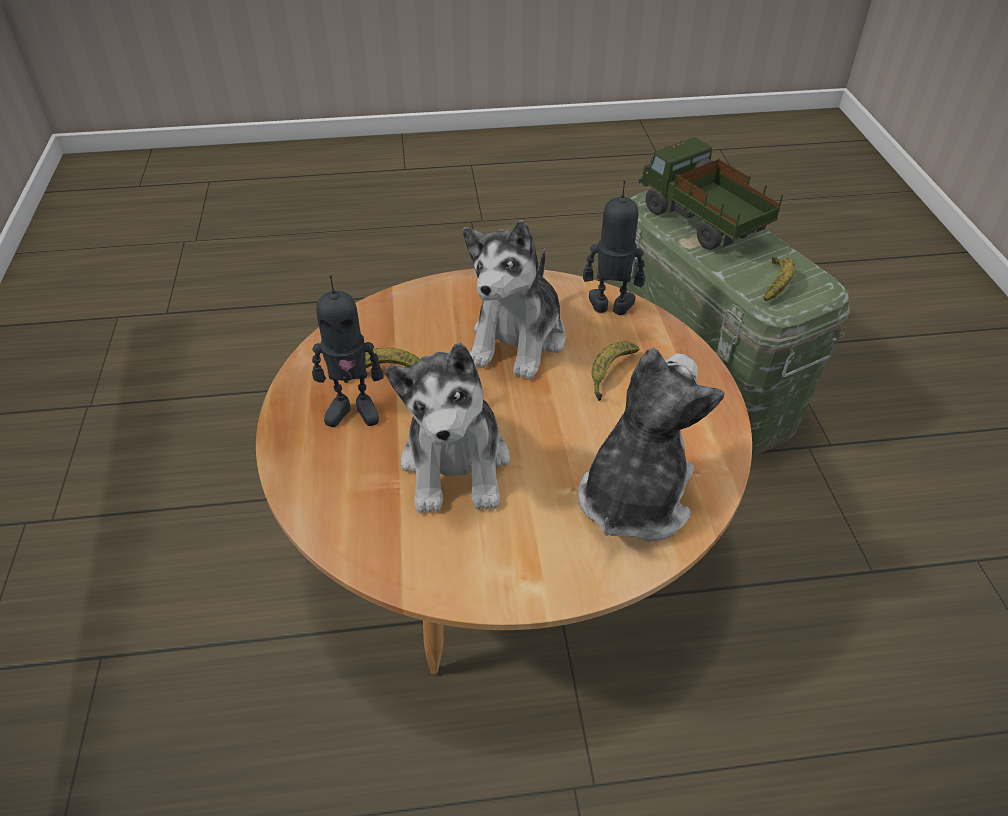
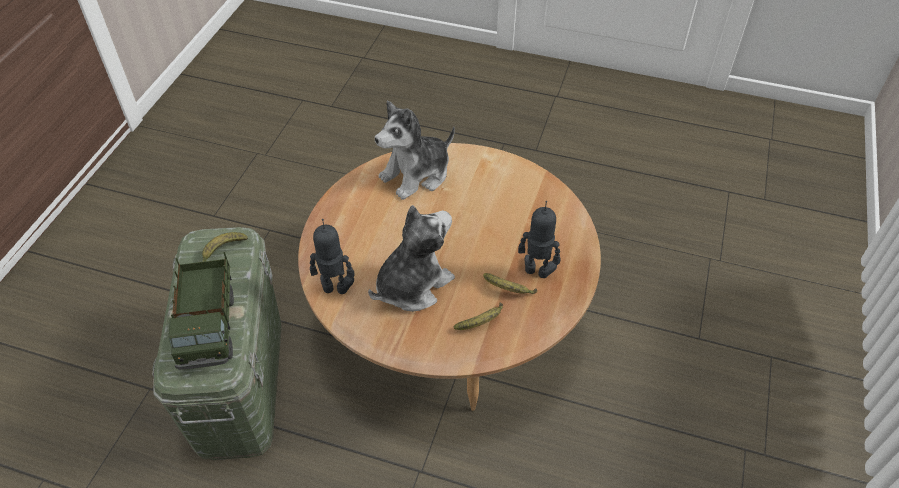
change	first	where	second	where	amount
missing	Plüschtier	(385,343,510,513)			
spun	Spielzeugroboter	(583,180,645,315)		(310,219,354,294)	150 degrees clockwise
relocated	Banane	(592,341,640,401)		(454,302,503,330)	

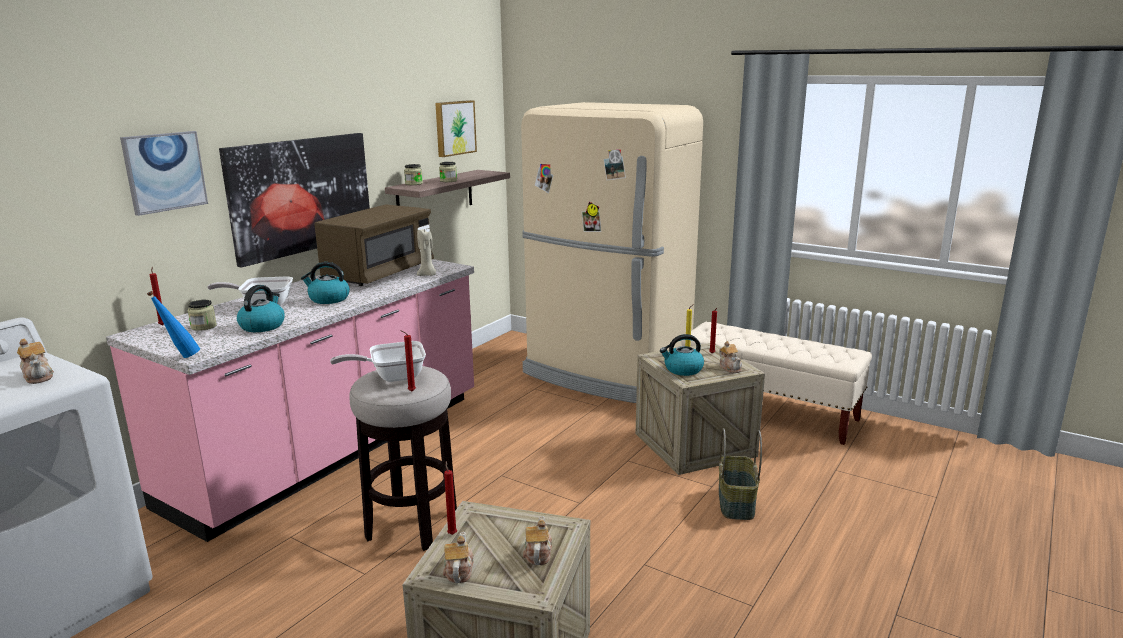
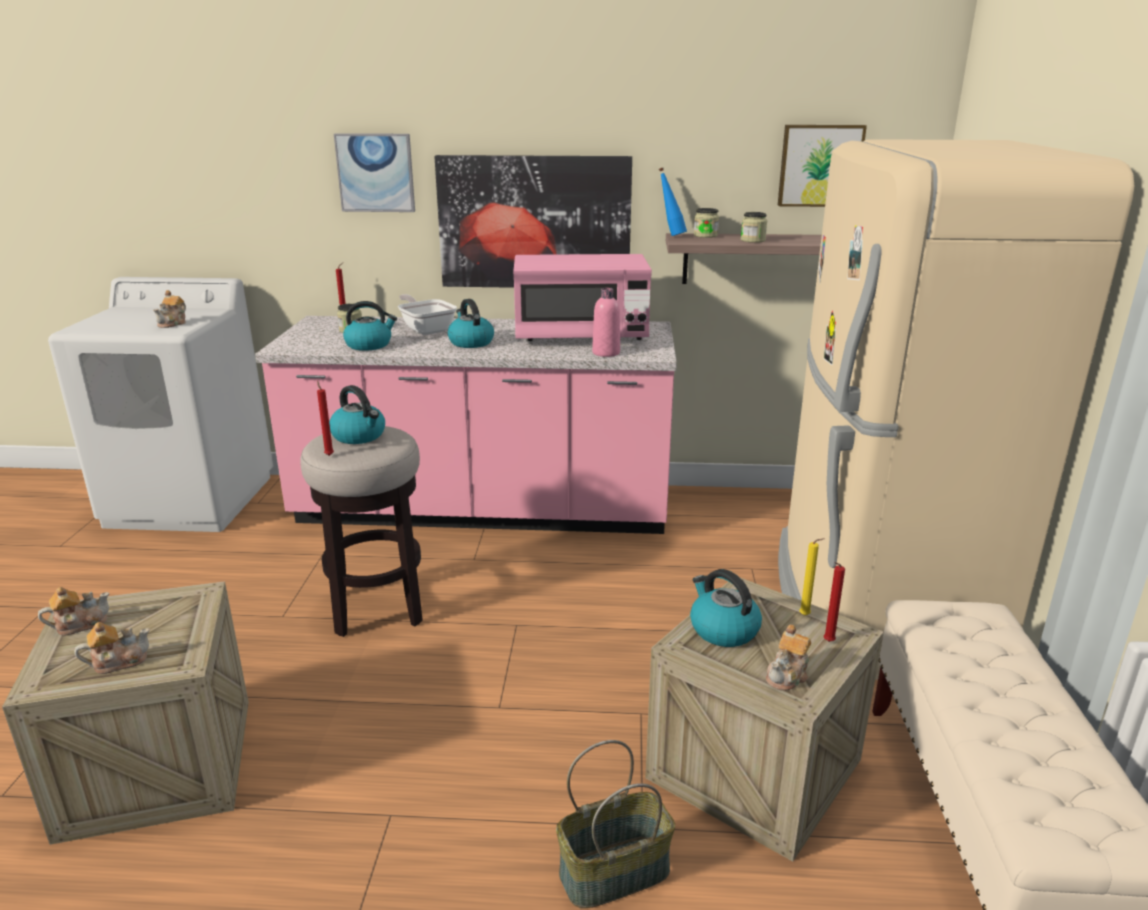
change	first	where	second	where	amount
relocated	Flasche/blau	(147,291,200,358)		(659,168,687,236)	
colour	Mikrowelle/braun	(314,205,434,286)	Mikrowelle/rosa	(514,254,652,341)	
exchanged	Pfanne	(330,341,426,382)	Wasserkessel	(329,385,385,444)	
exchanged	Kerze/beige	(417,229,436,276)	Flasche/rosa	(592,288,620,357)	
missing	Kerze/rot	(444,461,457,535)			

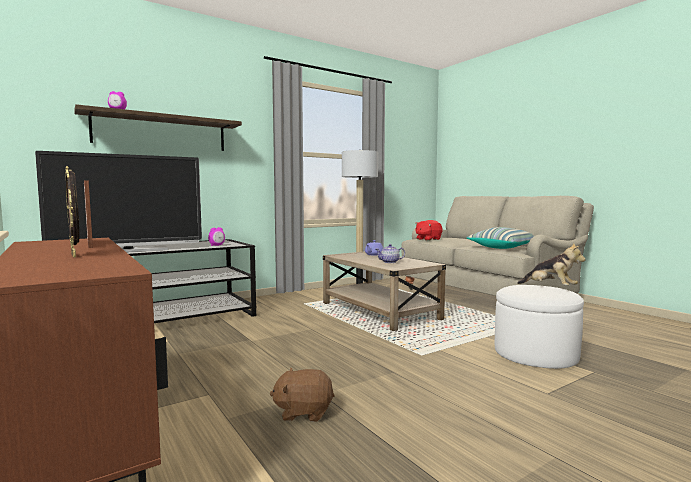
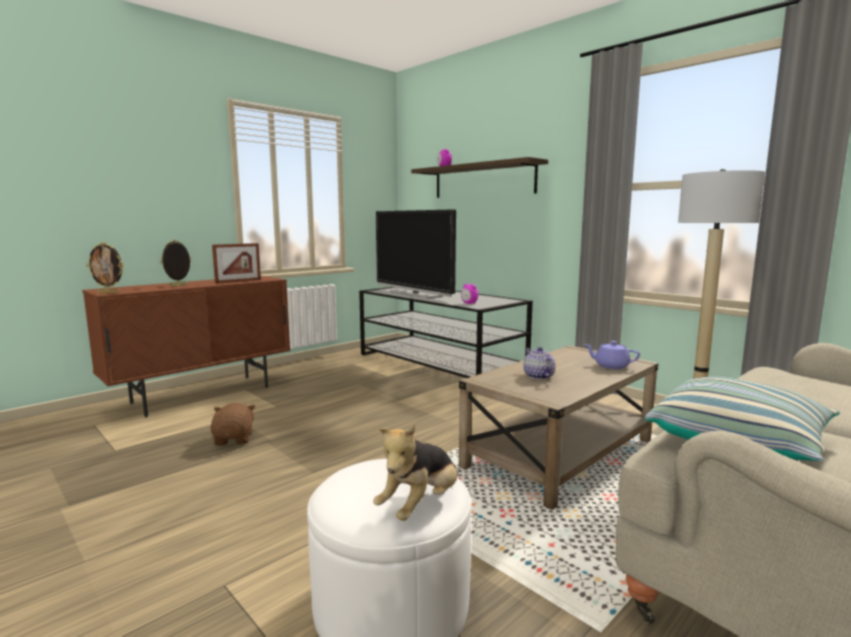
change	first	where	second	where	amount
missing	Plüschtier/rot	(415,220,443,241)			
appeared			Bilderrahmen	(86,242,124,293)	

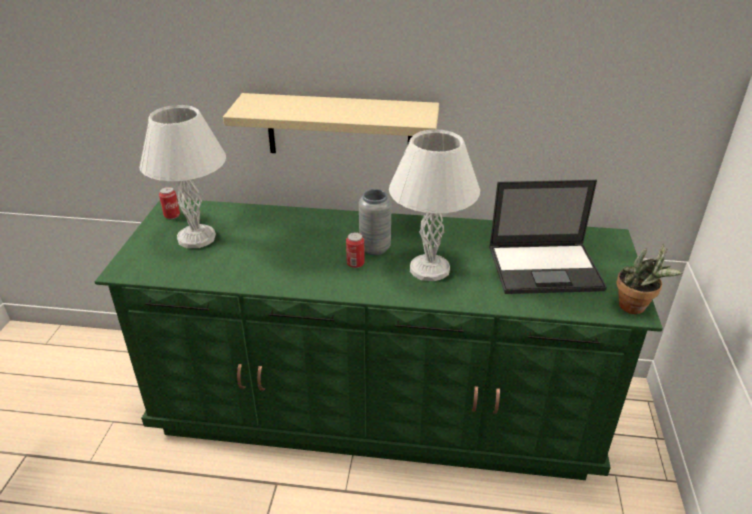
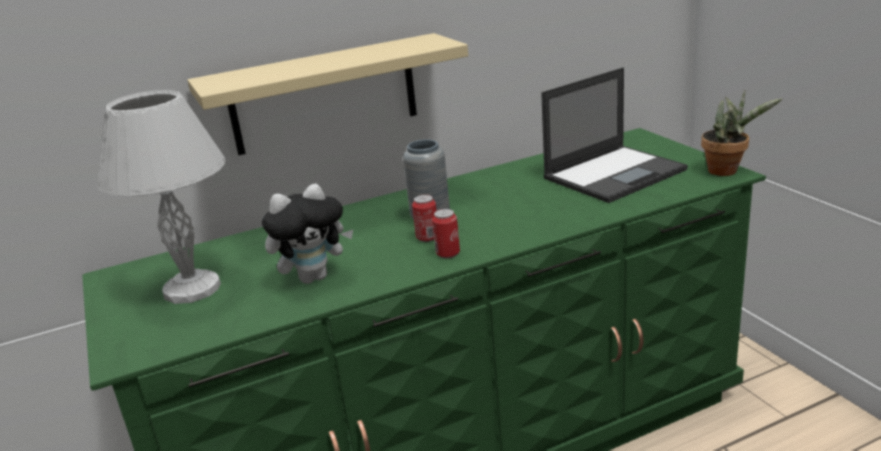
change	first	where	second	where	amount
relocated	Dose	(159,187,180,219)		(432,209,460,258)	
missing	Tischlampe/weiß	(389,130,480,281)			
appeared			Plüschtier	(262,184,353,284)	

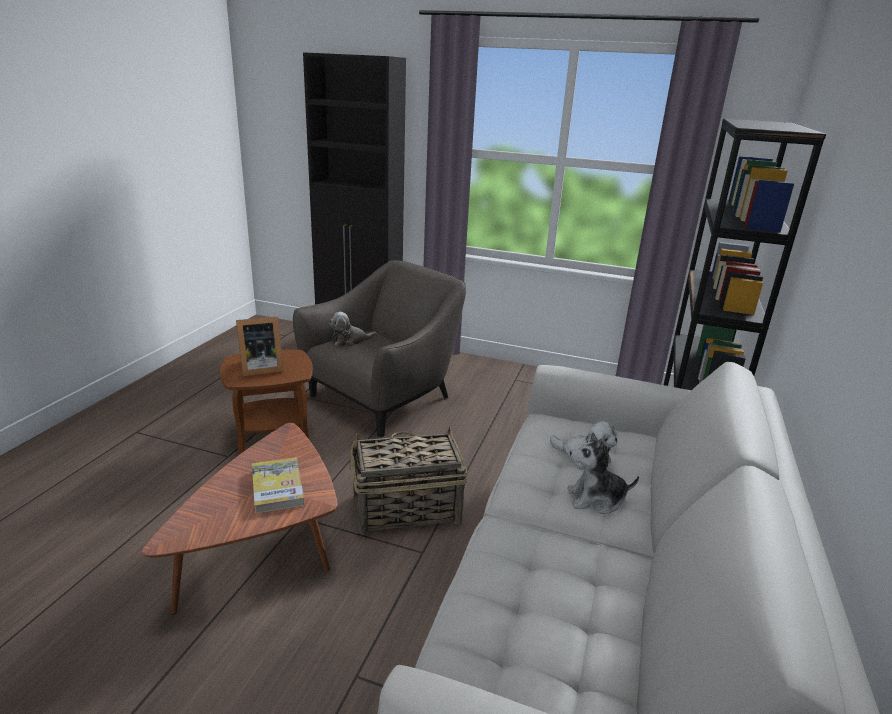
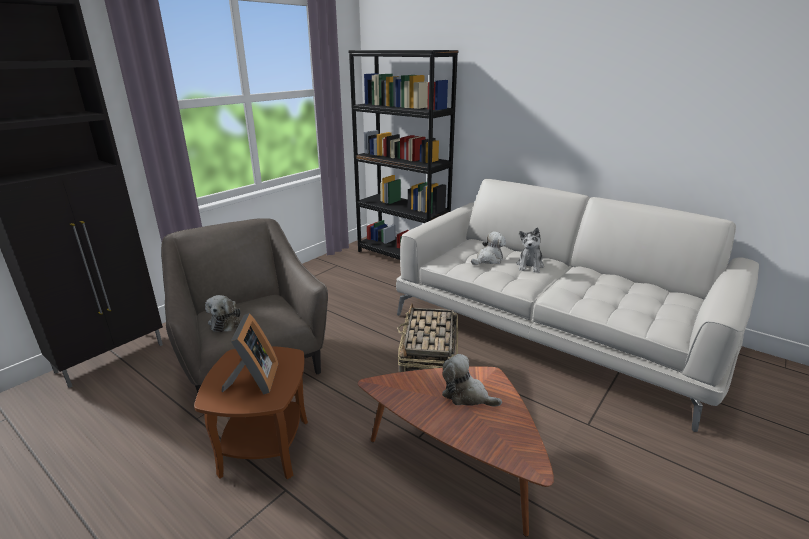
change	first	where	second	where	amount
exchanged	Buch	(252,457,305,514)	Plüschtier	(442,354,502,407)	

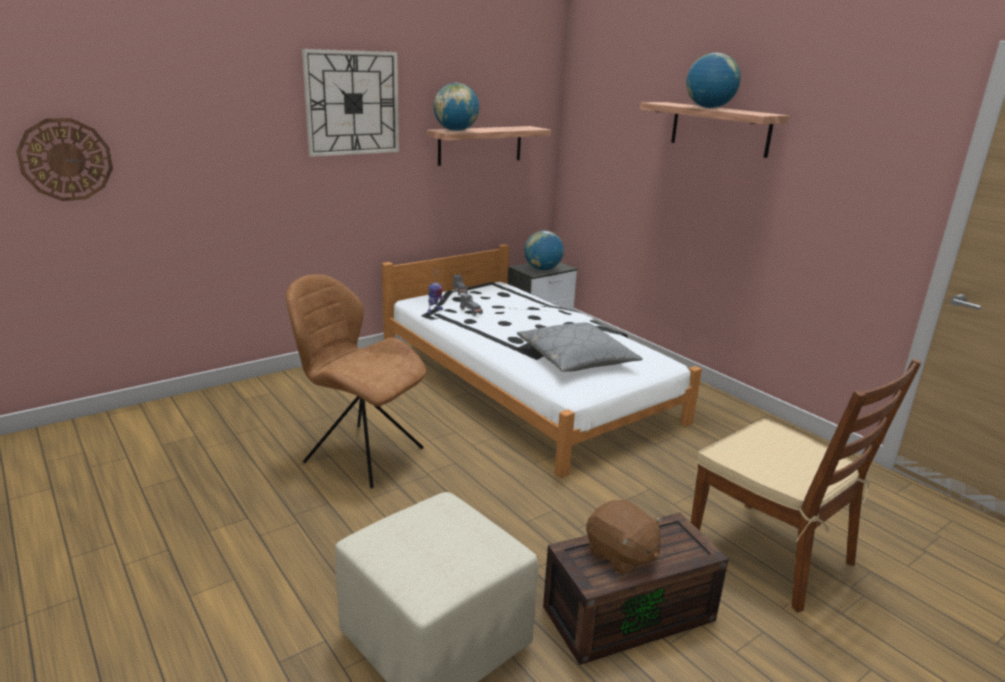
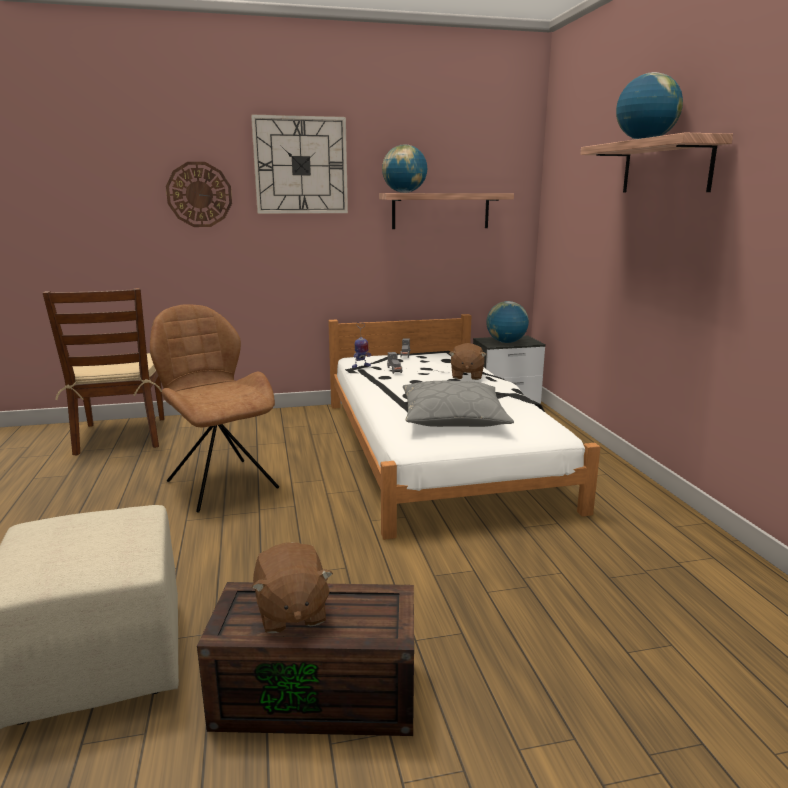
change	first	where	second	where	amount
relocated	Wanduhr	(16,118,113,201)		(166,162,232,227)	
relocated	Stuhl/braun	(691,358,921,613)		(43,288,164,455)	
appeared			Plüschtier/braun	(449,343,487,380)	

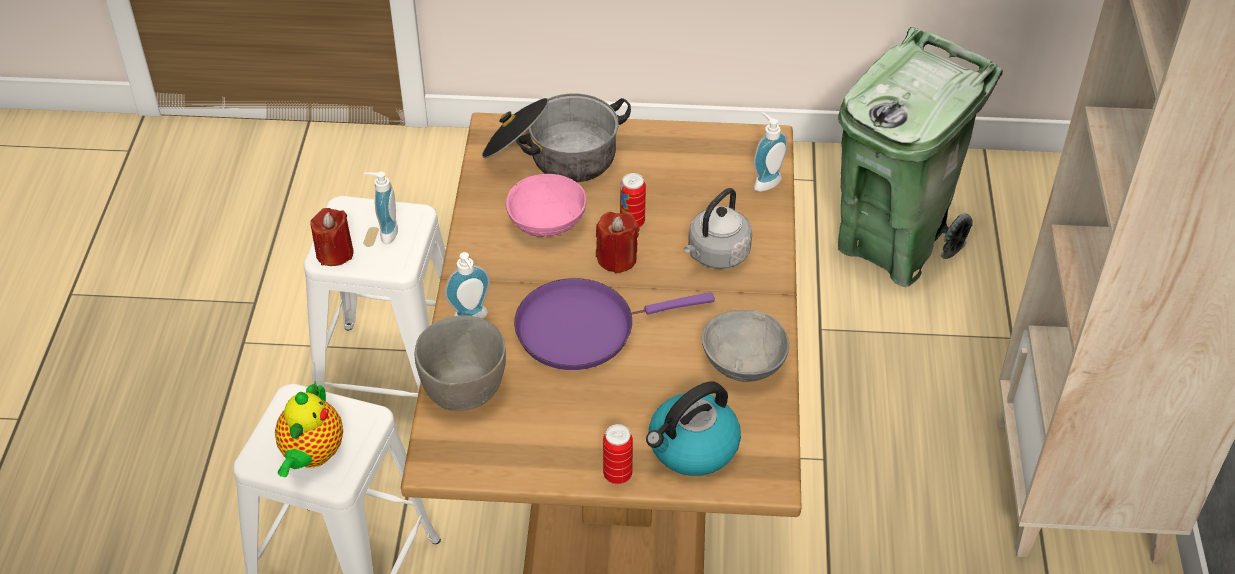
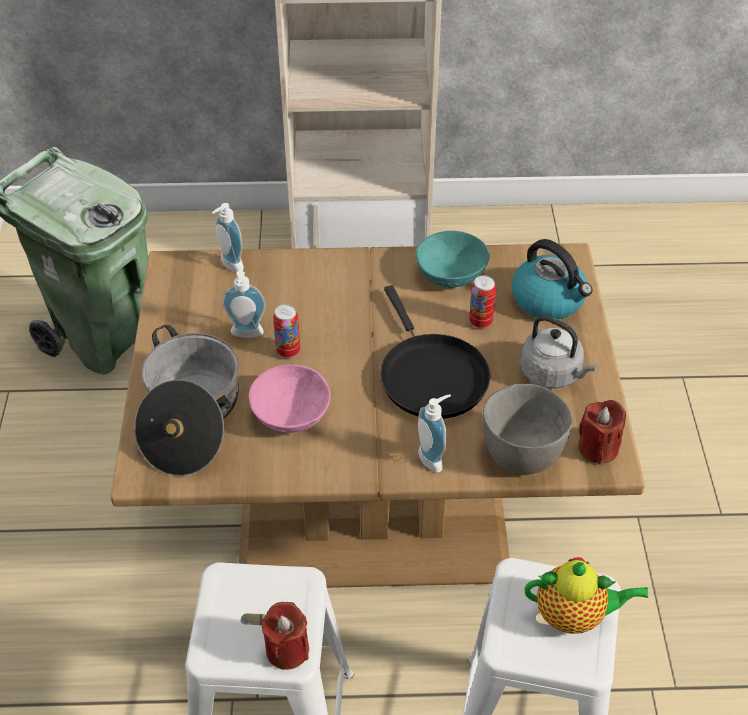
change	first	where	second	where	amount
relocated	Seifenspender	(364,171,398,244)		(222,271,266,338)	
colour	Pfanne/lila	(514,278,715,370)	Pfanne/schwarz	(380,285,491,419)	
relocated	Kerze/rot	(596,212,640,273)		(578,400,626,465)	
relocated	Dose	(603,424,633,484)		(469,275,496,328)	
relocated	Wasserkessel/grau	(684,188,752,269)		(521,315,597,389)	
colour	Schüssel/grau	(702,310,789,382)	Schüssel/türkis	(416,231,489,288)	

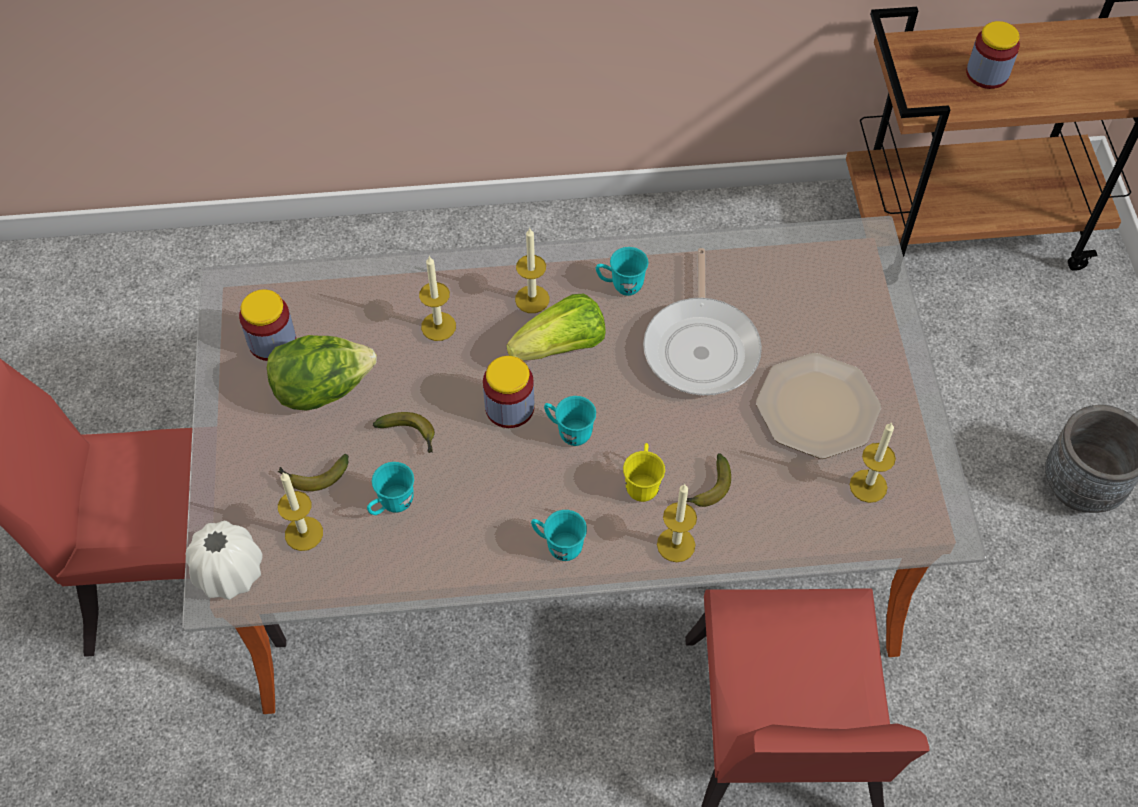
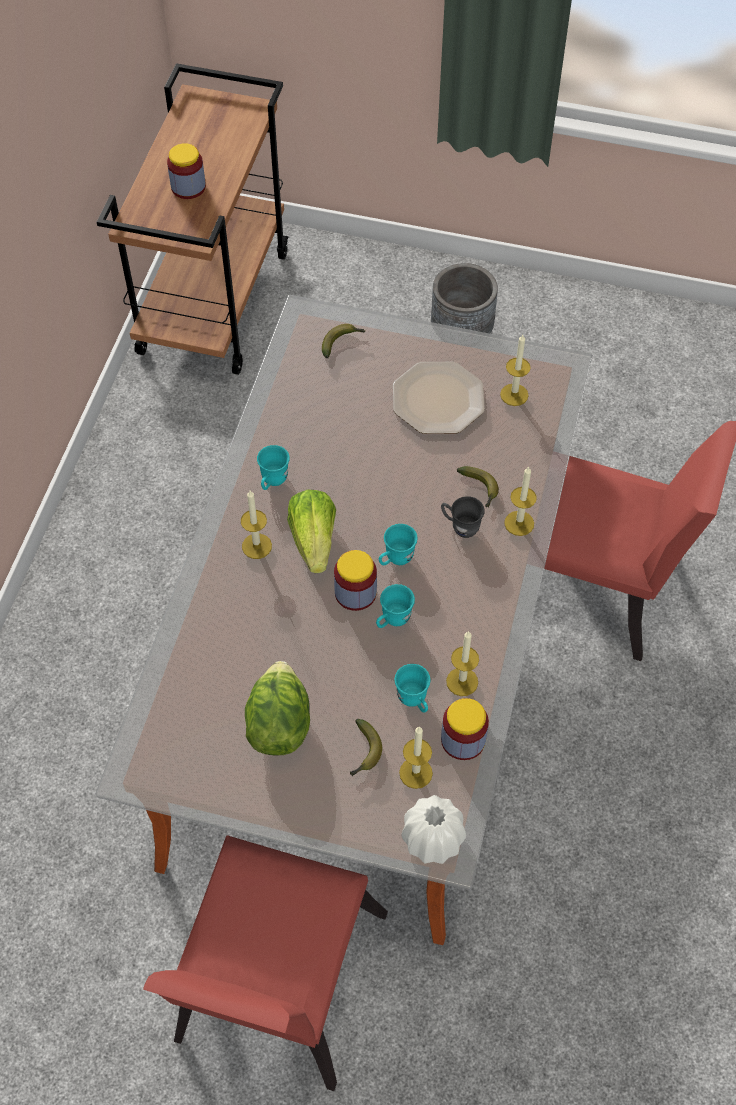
change	first	where	second	where	amount
relocated	Vorratsglas	(239,289,296,361)		(441,698,489,760)	
relocated	Banane	(373,412,435,453)		(322,324,365,358)	
relocated	Kerze	(419,256,456,341)		(446,631,479,696)	
relocated	Henkelbecher/türkis	(531,510,587,561)		(376,584,415,628)	
colour	Henkelbecher/gelb	(623,443,665,502)	Henkelbecher/grau	(441,496,485,538)	
missing	Pfanne	(643,248,762,396)			

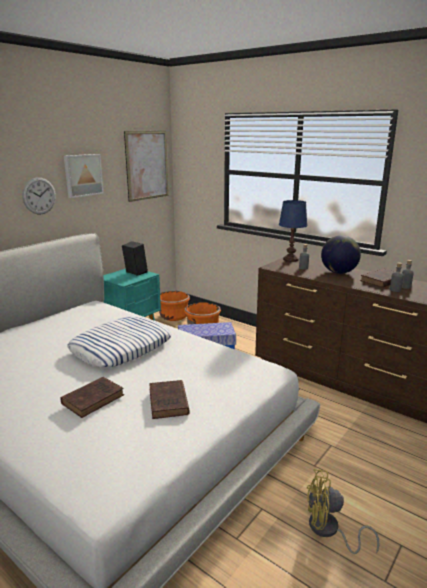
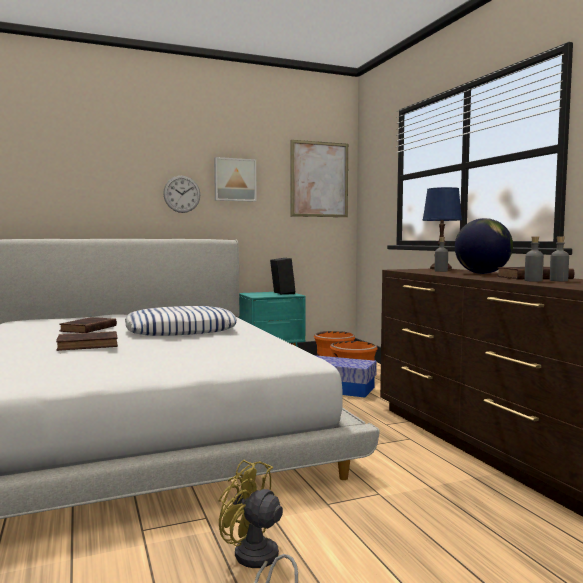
change	first	where	second	where	amount
relocated	Buch/braun	(149,380,190,419)		(59,317,117,333)	

